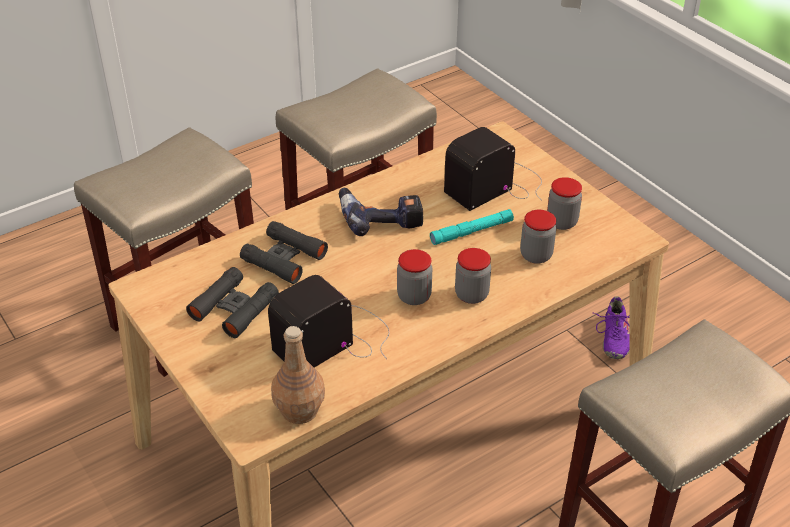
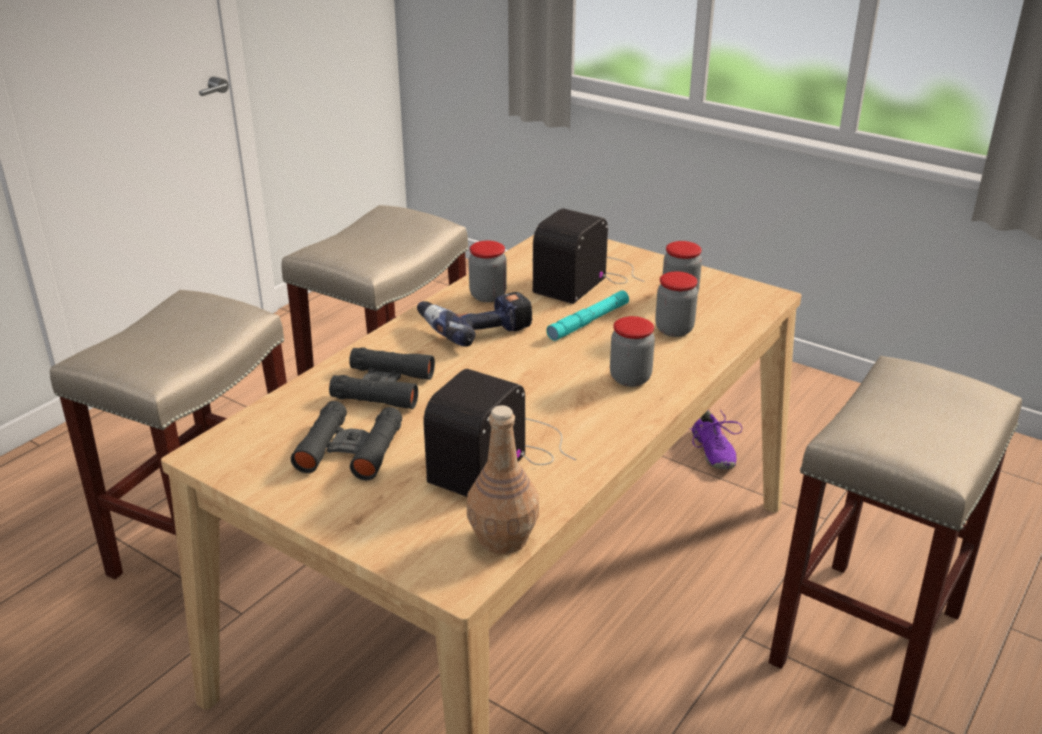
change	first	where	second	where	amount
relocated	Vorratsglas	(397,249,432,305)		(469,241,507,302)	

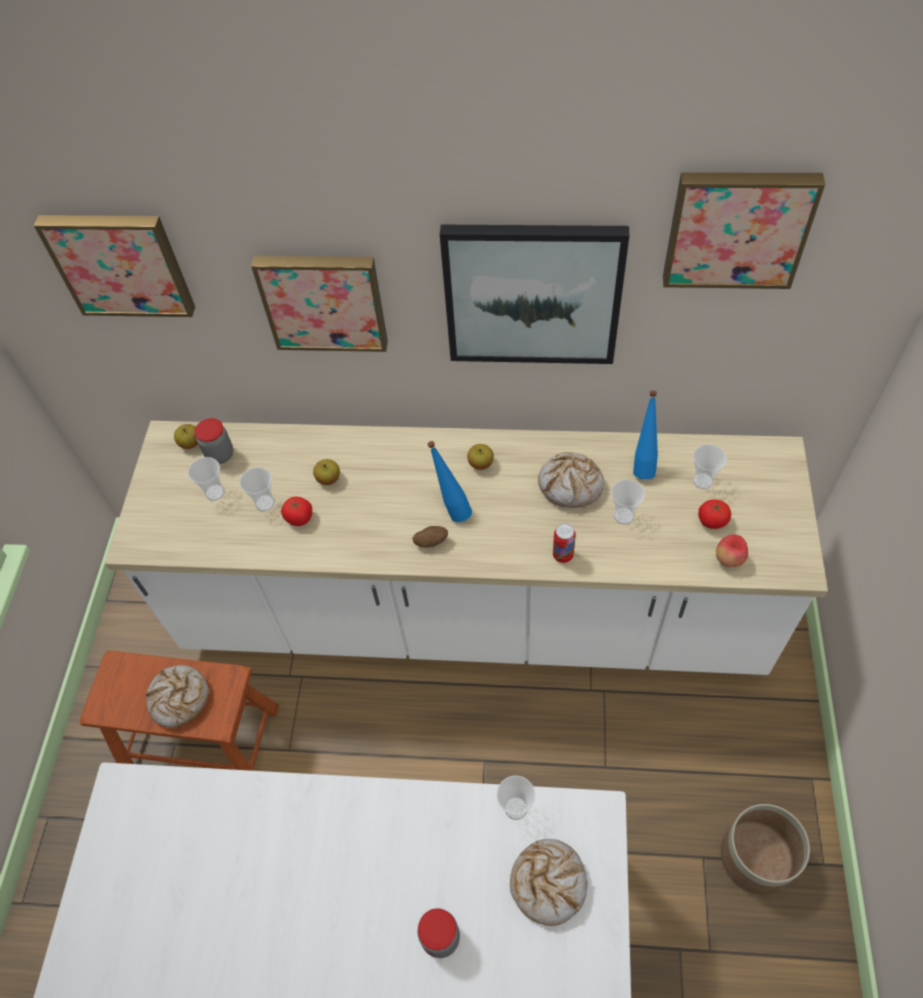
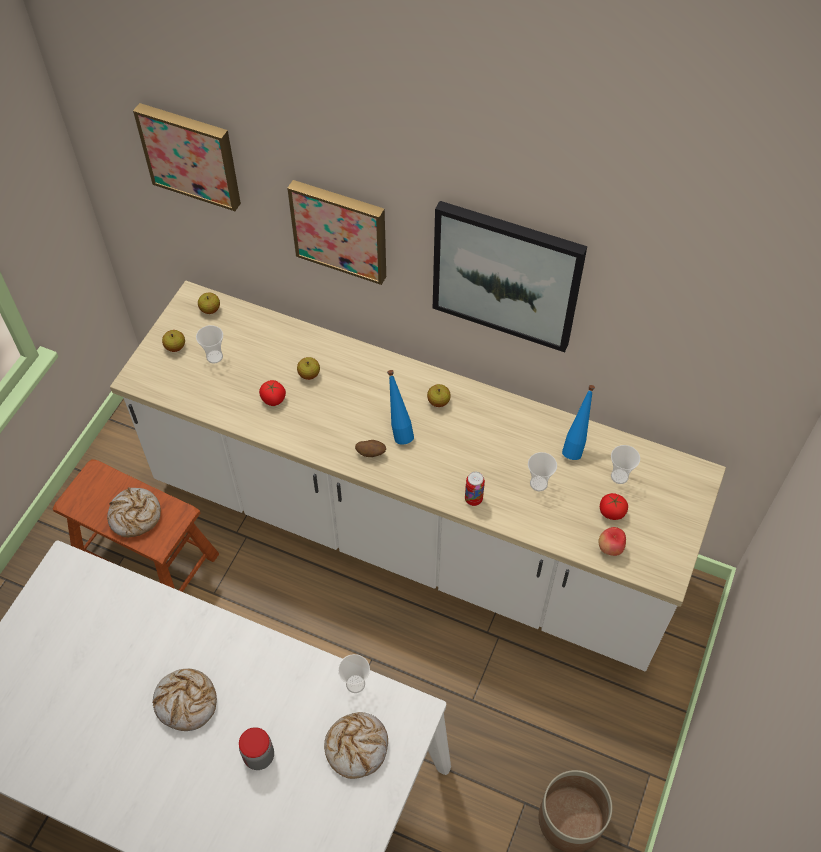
change	first	where	second	where	amount
missing	Vorratsglas	(194,418,233,464)			
missing	Tasse	(239,467,275,511)			
relocated	Brot	(538,452,604,508)		(152,669,217,731)	
missing	Bild	(663,172,825,289)			
appeared			Apfel	(162,330,185,352)	

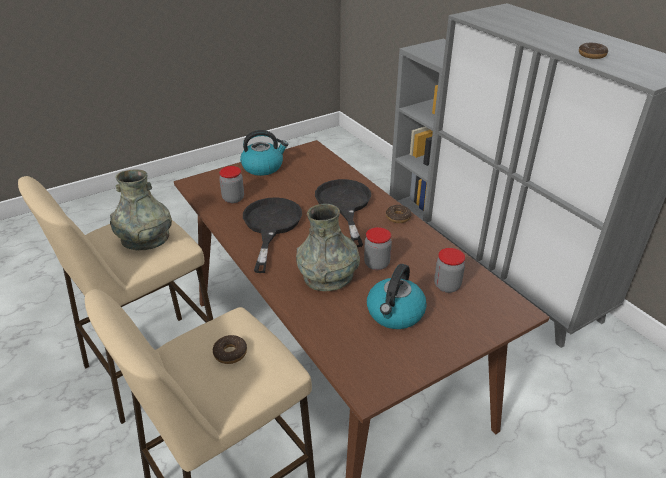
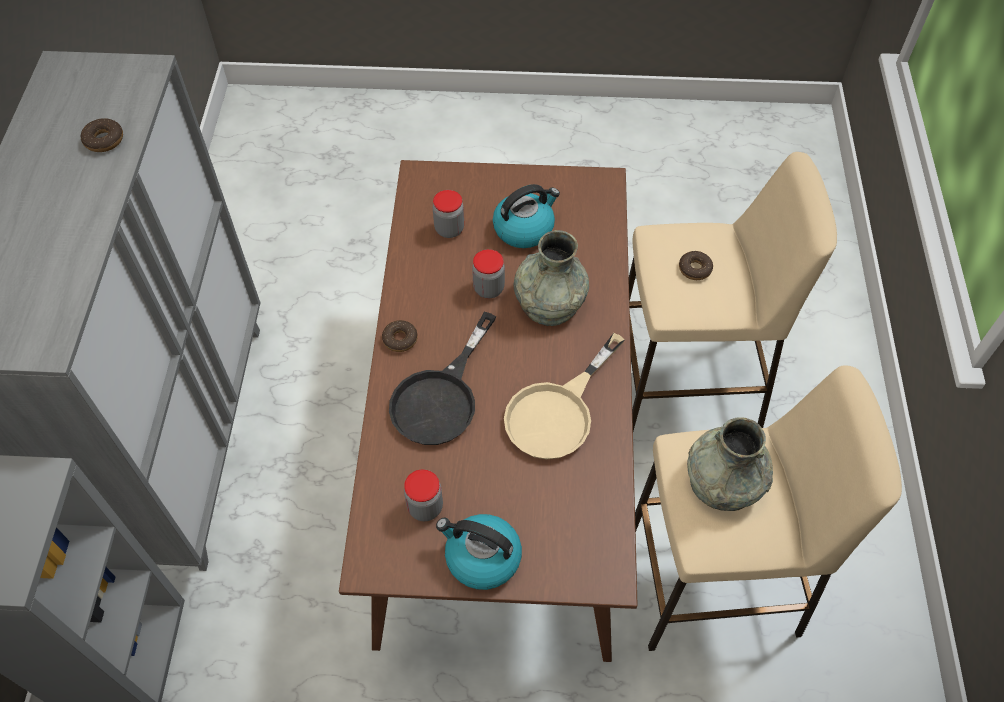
change	first	where	second	where	amount
relocated	Vorratsglas	(219,166,244,203)		(404,469,443,521)	
colour	Pfanne/schwarz	(243,197,302,273)	Pfanne/beige	(504,333,625,459)	

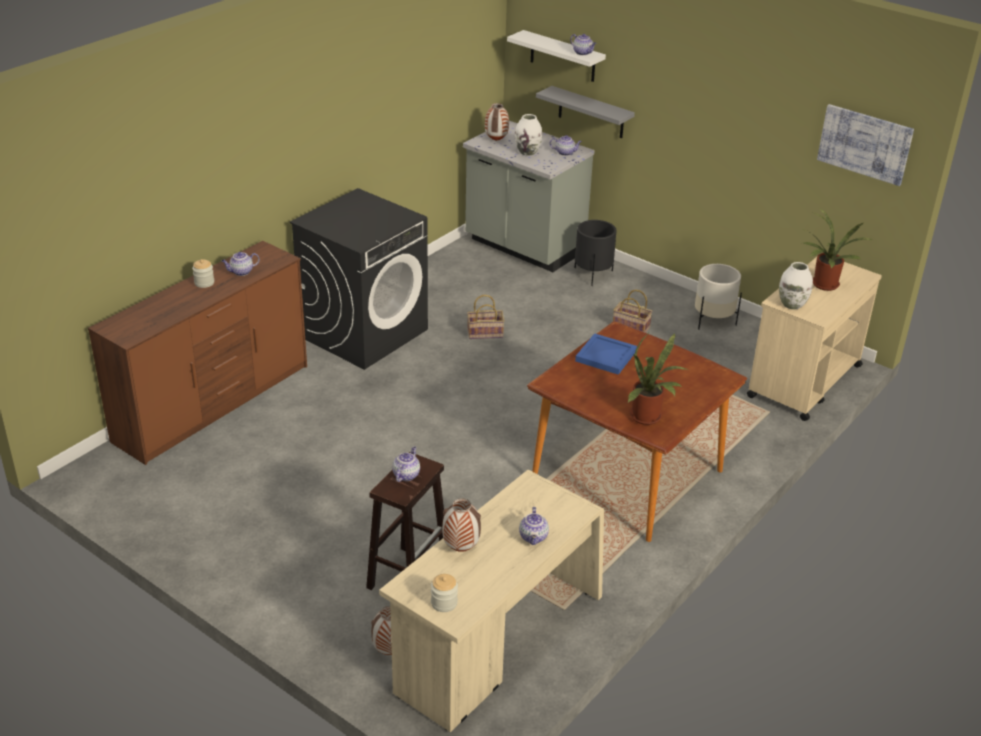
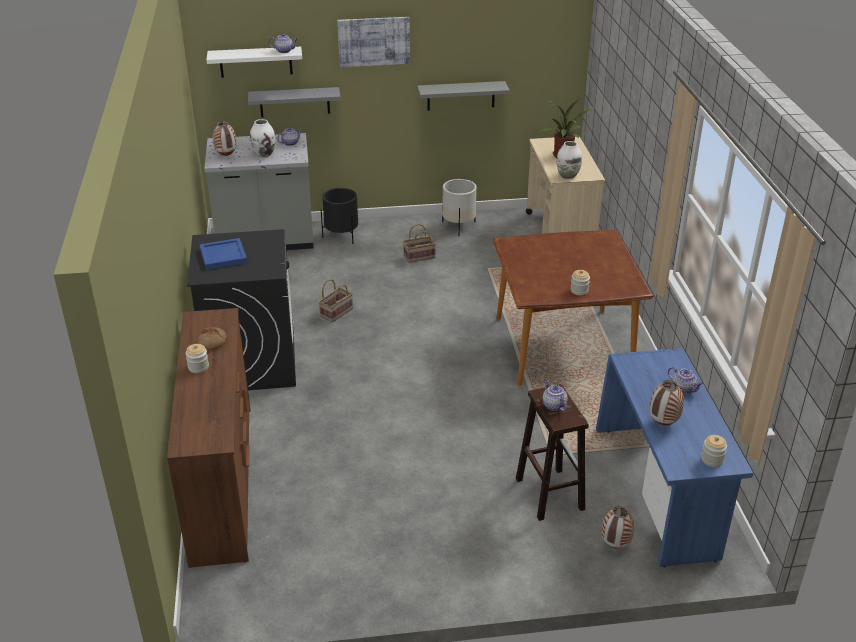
change	first	where	second	where	amount
exchanged	Teekanne	(222,252,260,276)	Brot	(197,327,227,350)	
colour	Schreibtisch/beige	(379,470,604,732)	Schreibtisch/blau	(596,348,753,567)	
relocated	Tablett/blau	(575,333,637,375)		(199,238,247,270)	
missing	Topfpflanze	(628,334,688,425)			
relocated	Bild	(817,104,914,186)		(337,17,410,67)	
appeared			Wandregal/grau	(417,81,509,111)	
appeared			Vorratsglas	(570,270,590,295)	

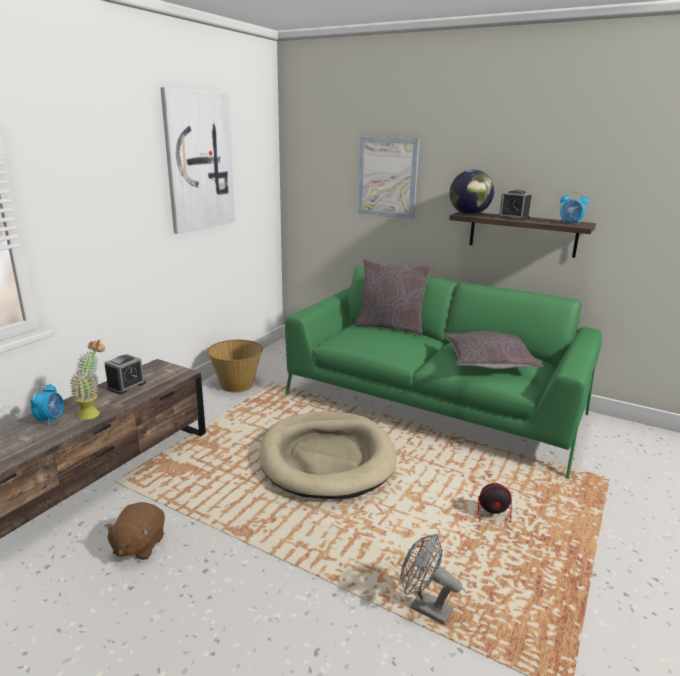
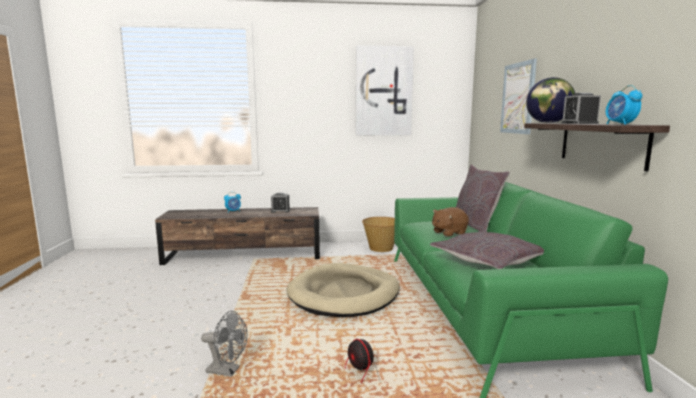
change	first	where	second	where	amount
missing	Topfpflanze	(70,339,105,420)			
relocated	Plüschtier/braun	(104,502,165,560)		(432,207,469,237)	
spun	Ventilator/grau	(400,534,462,625)		(201,311,247,377)	105 degrees clockwise

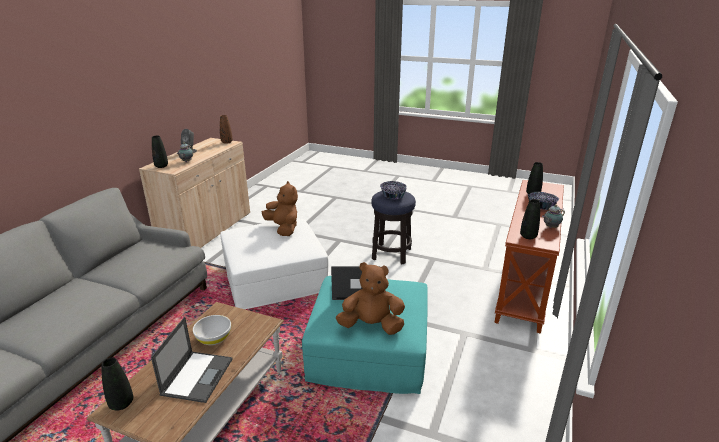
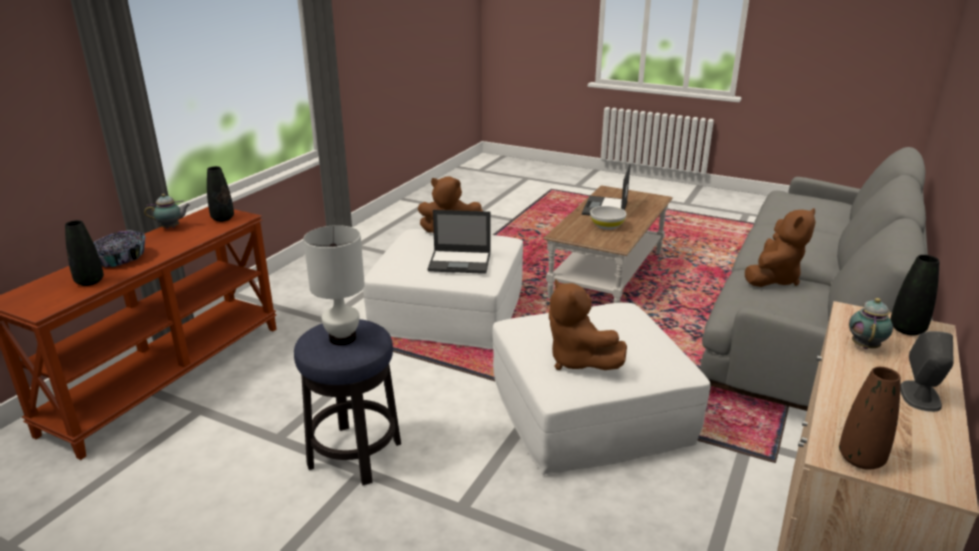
change	first	where	second	where	amount
missing	Vase/schwarz	(101,357,133,410)			
colour	Polsterhocker/türkis	(302,276,428,394)	Polsterhocker/weiß	(363,229,523,349)	
exchanged	Schüssel	(380,181,406,200)	Tischlampe/weiß	(303,225,365,345)	
appeared			Plüschtier/braun	(745,208,816,287)	

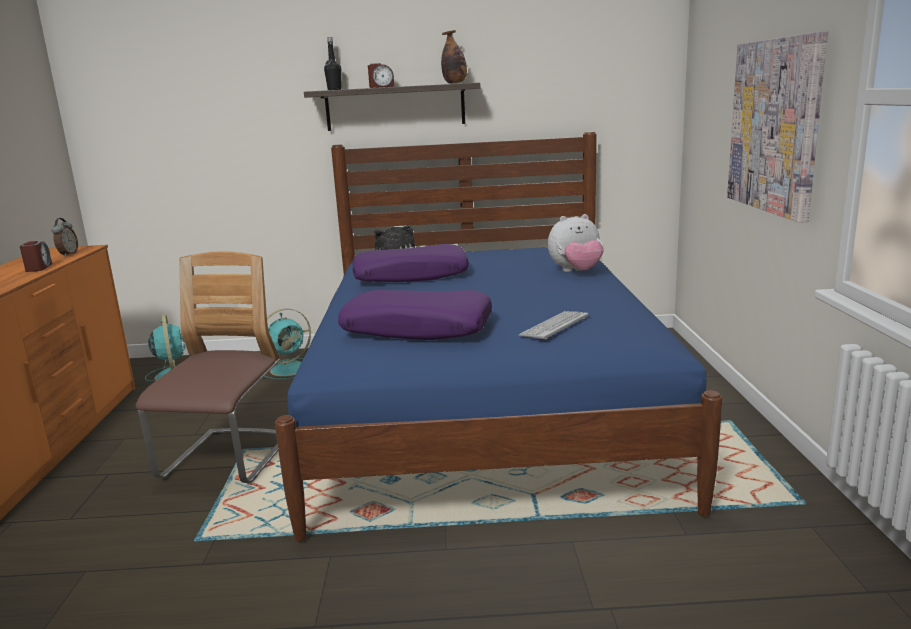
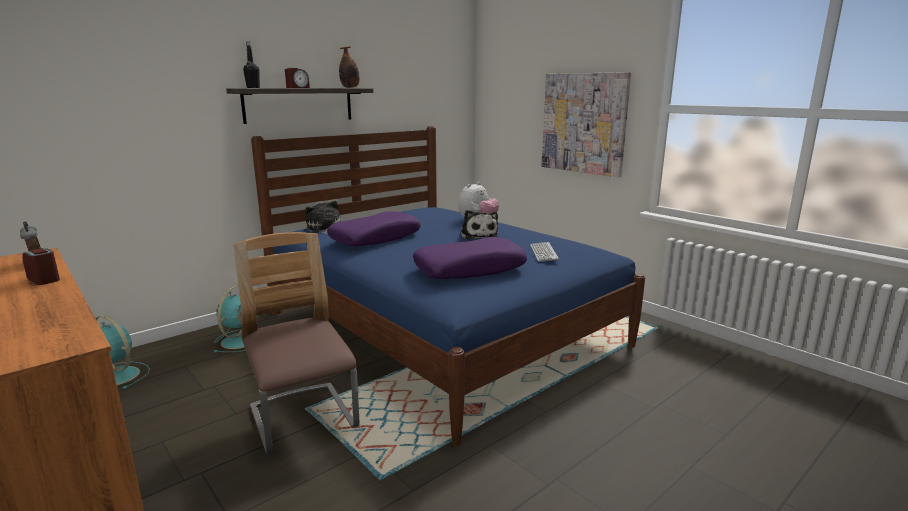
change	first	where	second	where	amount
appeared			Plüschtier	(460,210,498,240)	

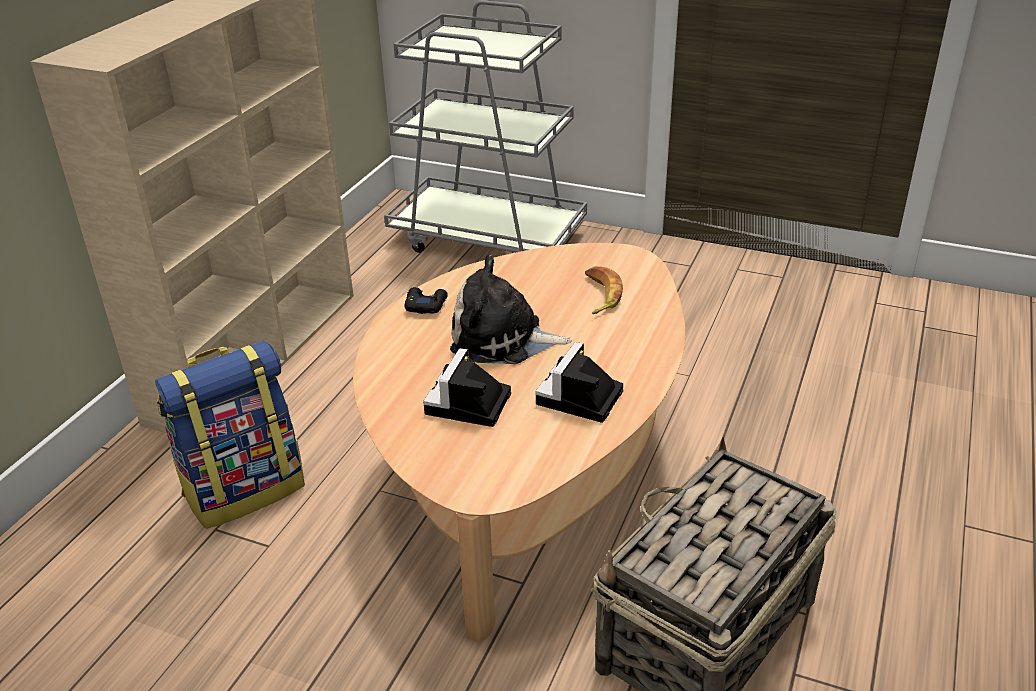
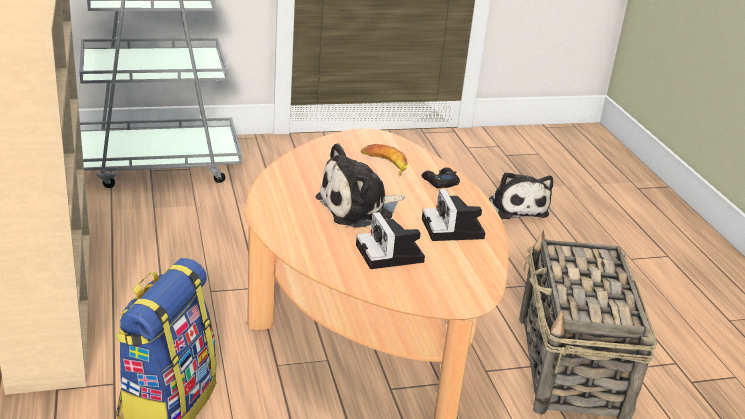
change	first	where	second	where	amount
relocated	Gamepad/schwarz	(405,287,448,314)		(422,167,460,188)	
appeared			Plüschtier	(489,172,553,219)	

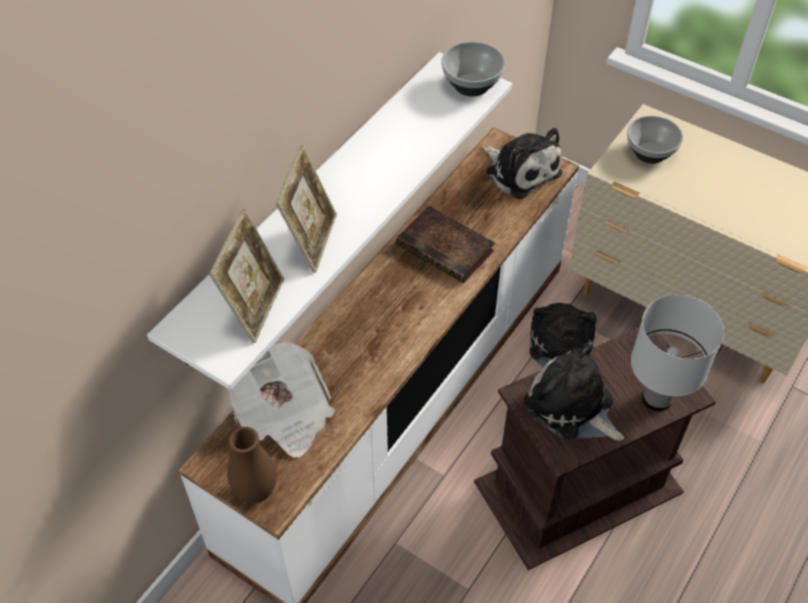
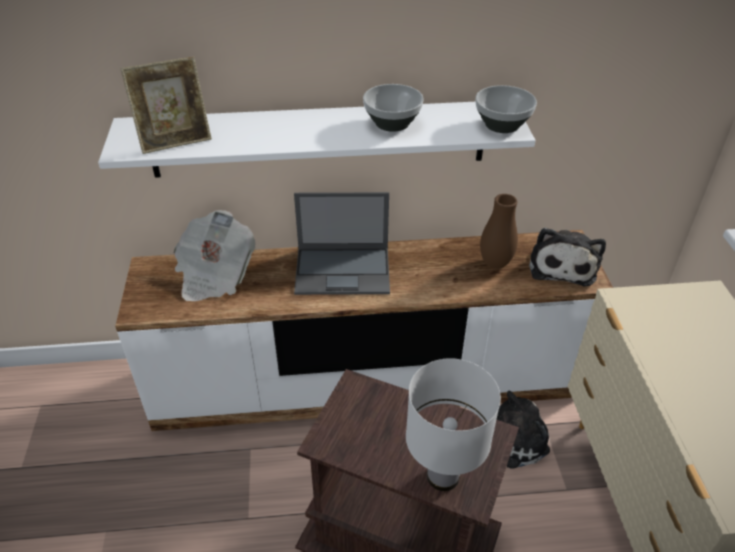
change	first	where	second	where	amount
relocated	Vase/braun	(227,427,277,503)		(480,194,518,269)	
missing	Bilderrahmen	(276,145,337,273)			
missing	Buch	(396,206,495,283)			
missing	Plüschtier	(524,341,624,441)			
relocated	Schüssel	(627,116,683,164)		(363,84,424,132)	
appeared			Laptop	(294,192,390,295)	

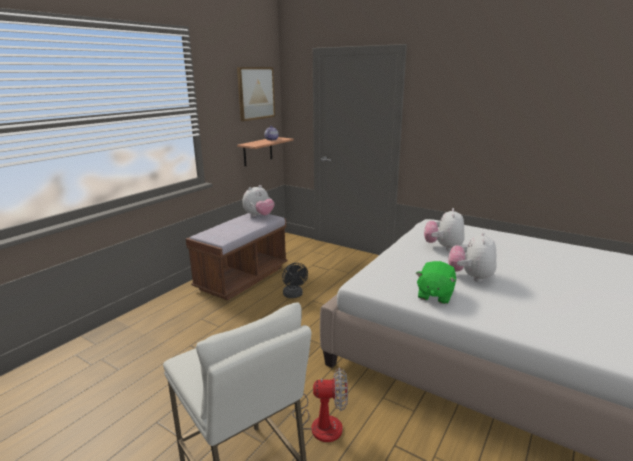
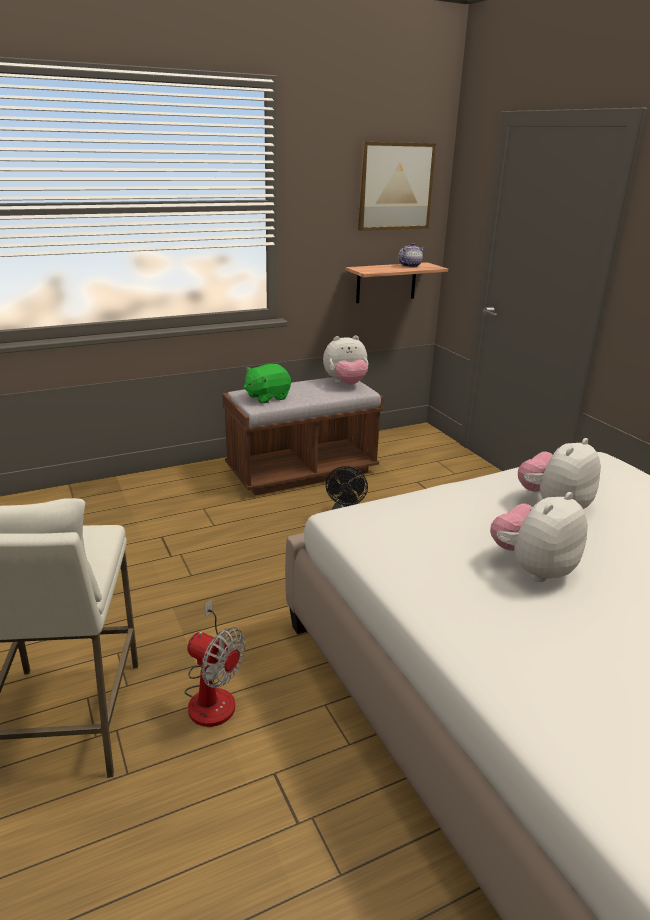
change	first	where	second	where	amount
relocated	Plüschtier/grün	(416,261,456,304)		(243,364,291,404)	

